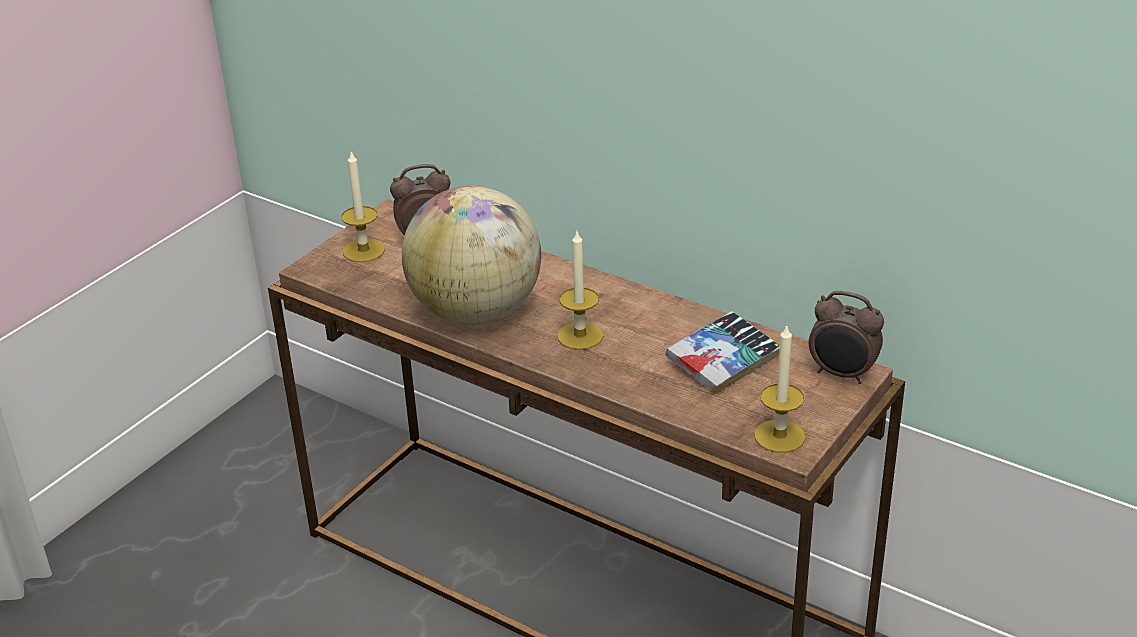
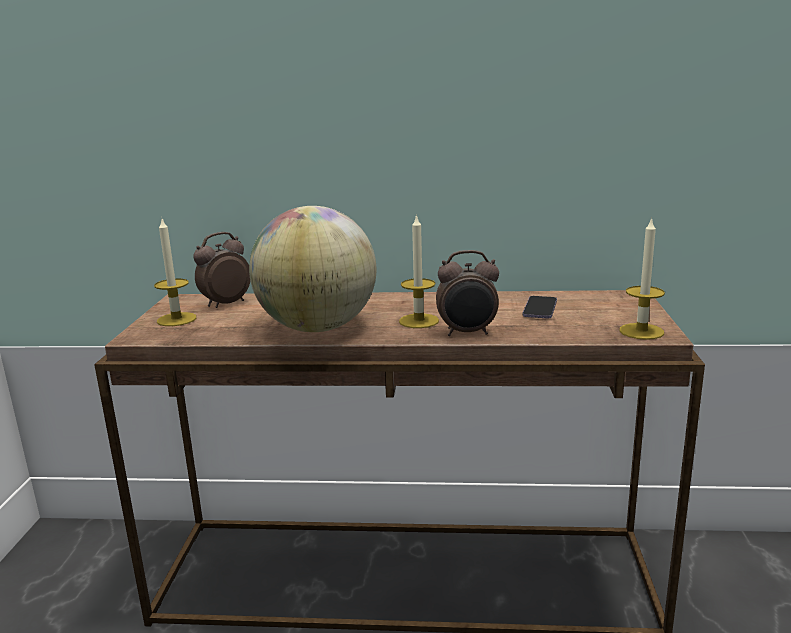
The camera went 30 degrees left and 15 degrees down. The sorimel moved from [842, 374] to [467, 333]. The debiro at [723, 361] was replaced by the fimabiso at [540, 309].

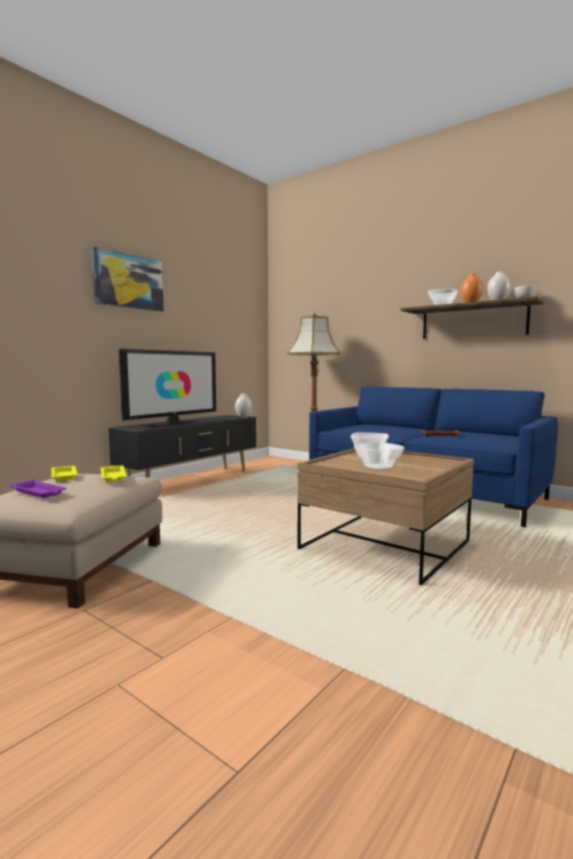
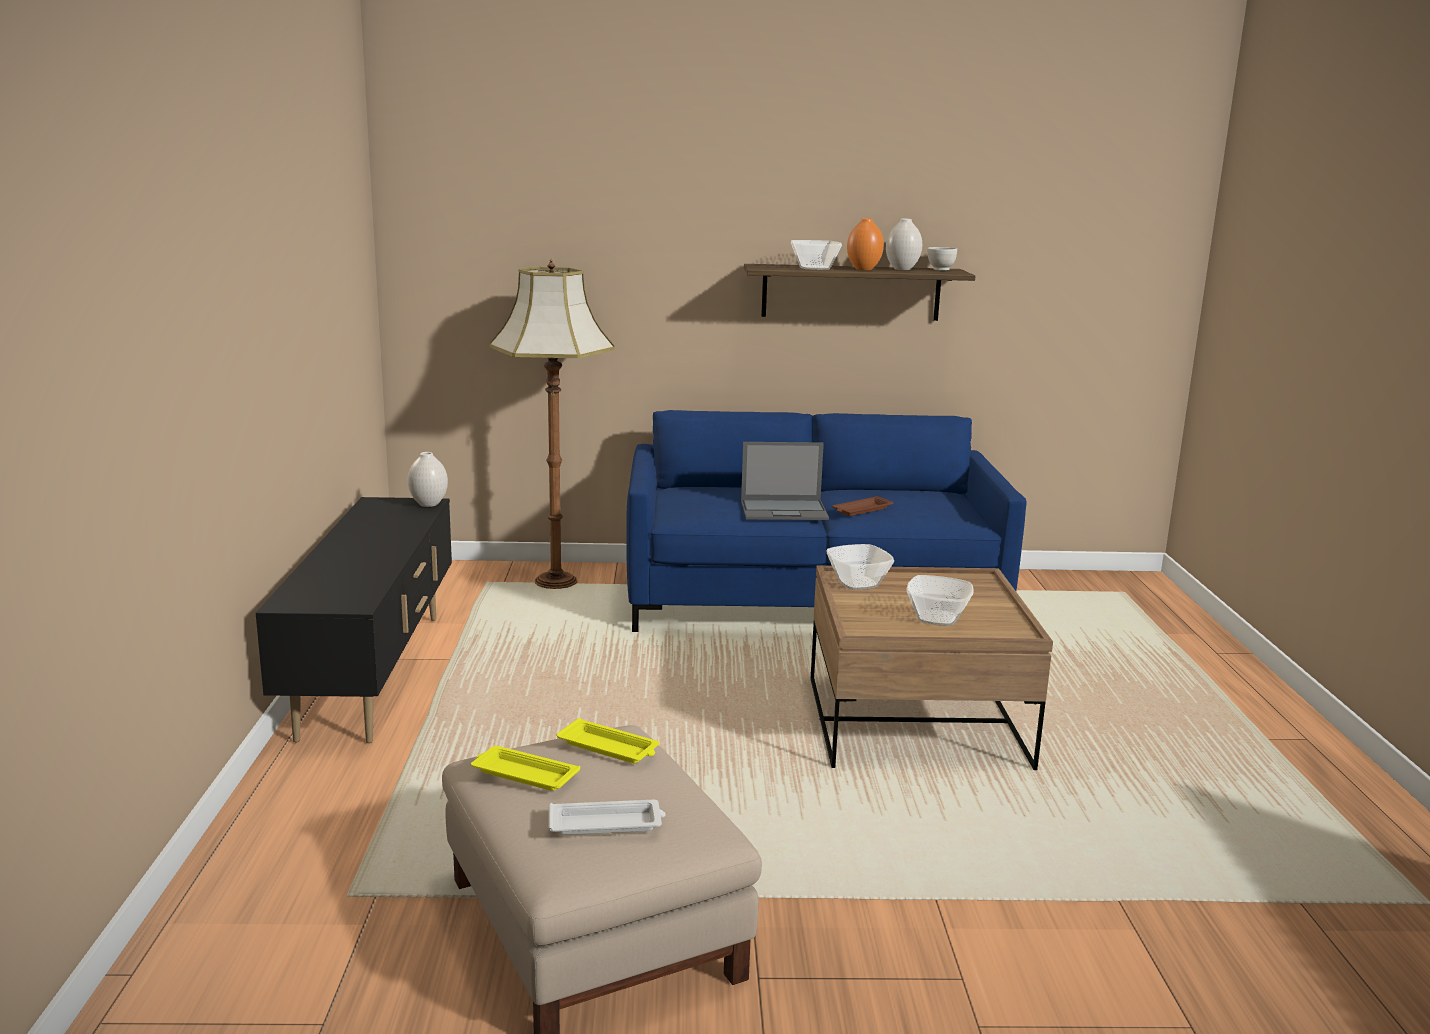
The camera went 40 degrees left and 10 degrees up. The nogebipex at [128, 281] disappeared. The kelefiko at [172, 423] disappeared. The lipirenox at [785, 510] appeared. The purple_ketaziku at [39, 492] became the white_ketaziku at [607, 824].

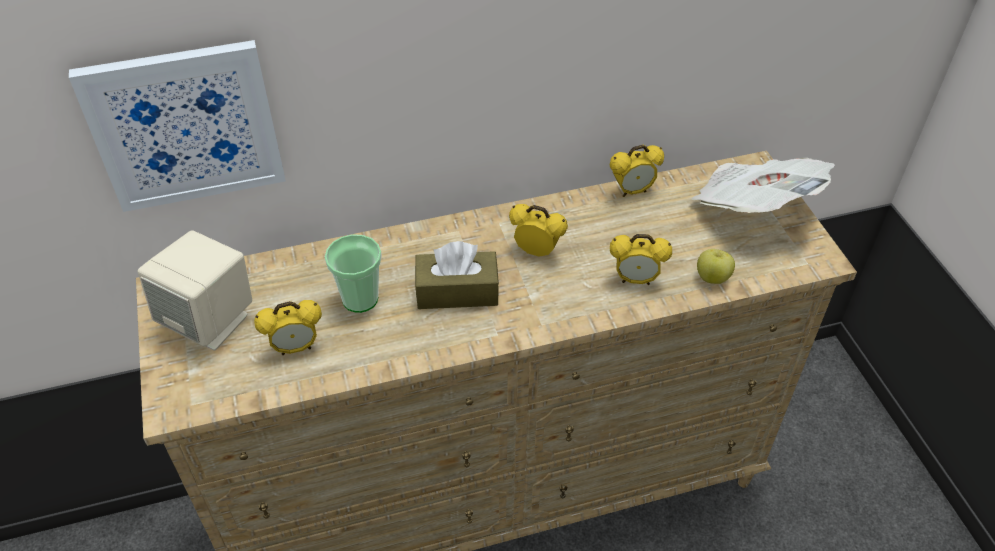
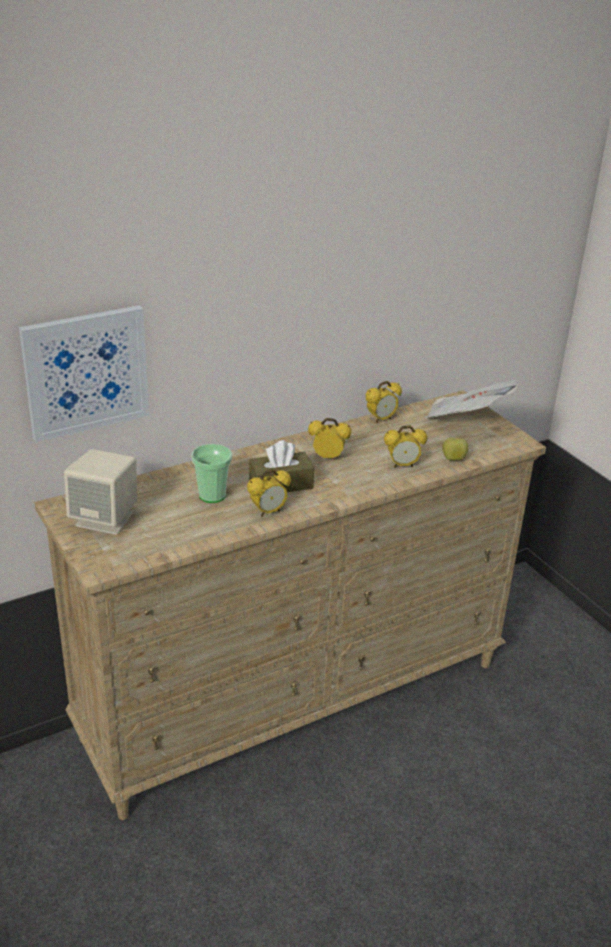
The camera went 15 degrees left and 15 degrees down. The sorimel moved from [295, 348] to [268, 512].

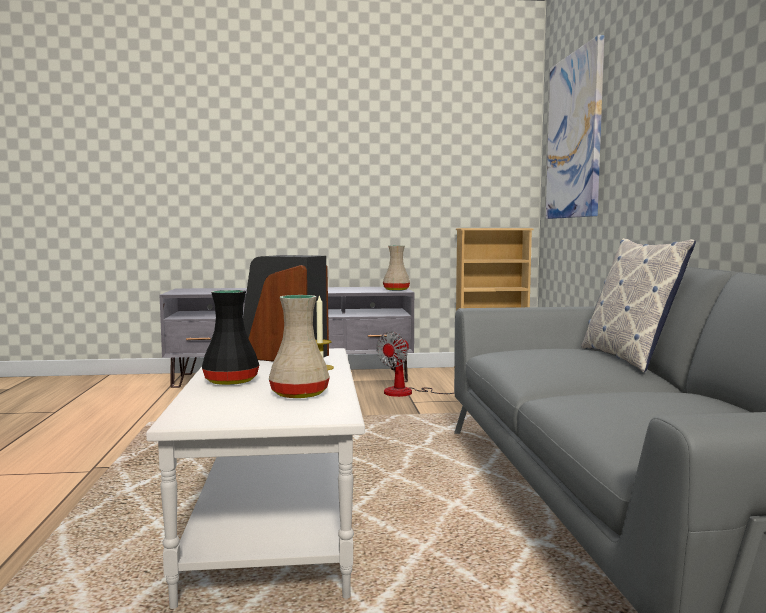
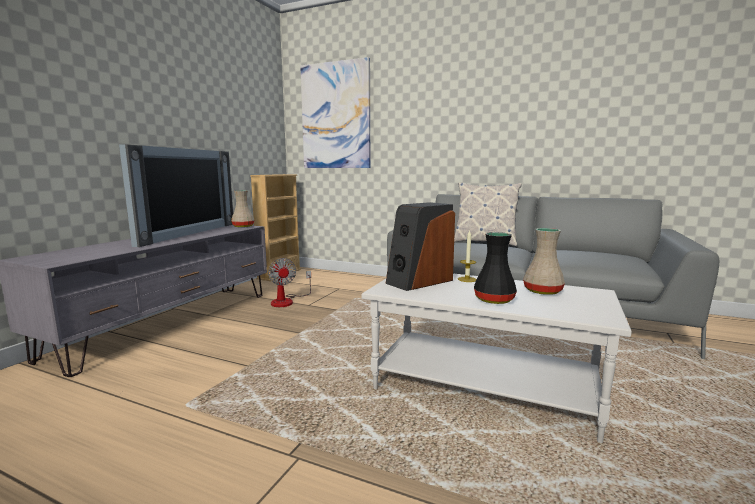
The camera went 60 degrees left and 5 degrees up. The kelefiko at [186, 233] appeared.

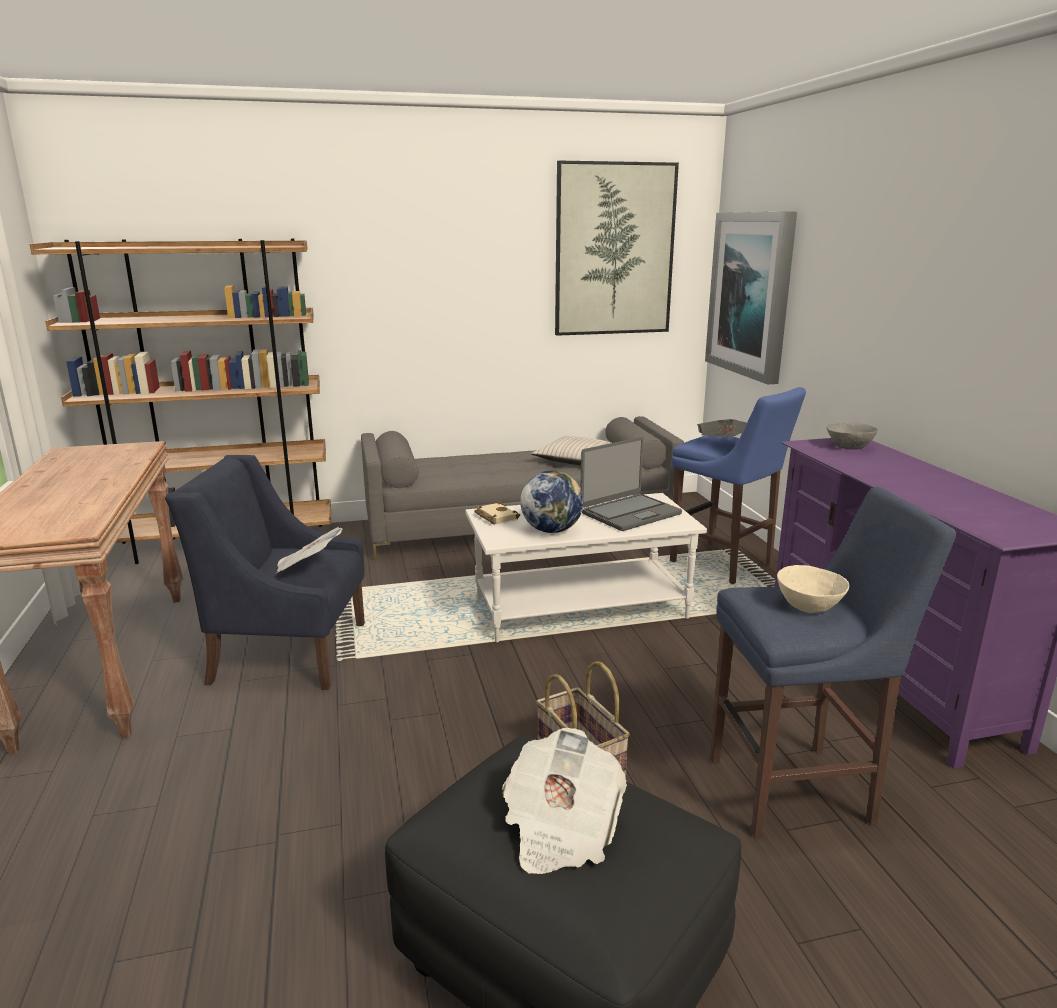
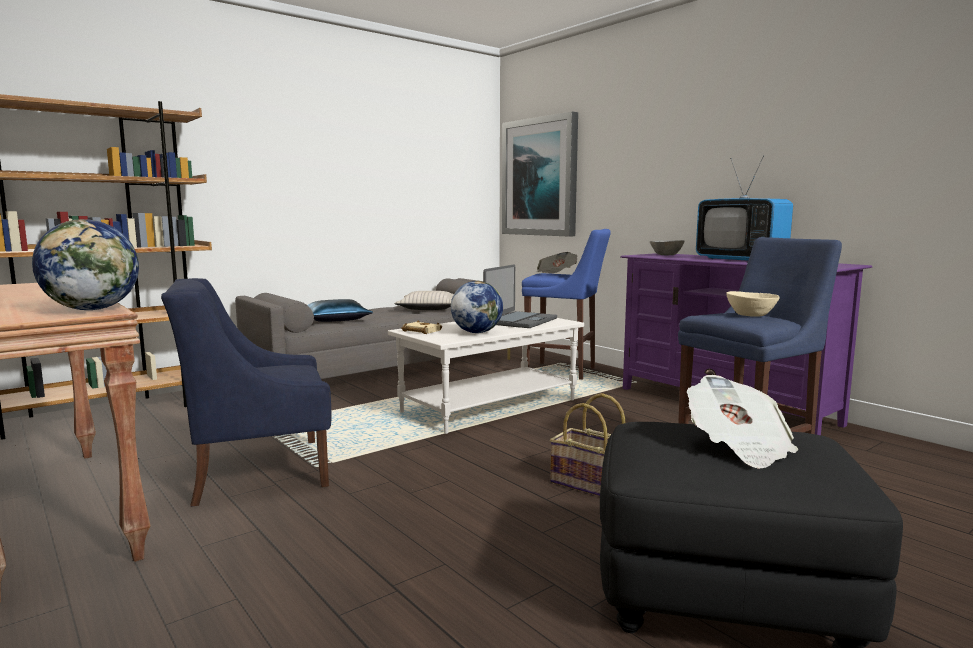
The camera went 25 degrees left and 10 degrees down. The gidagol at [308, 567] disappeared. The nogebipex at [614, 250] disappeared. The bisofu at [93, 309] appeared. The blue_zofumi at [337, 319] appeared. The kelefiko at [740, 260] appeared.

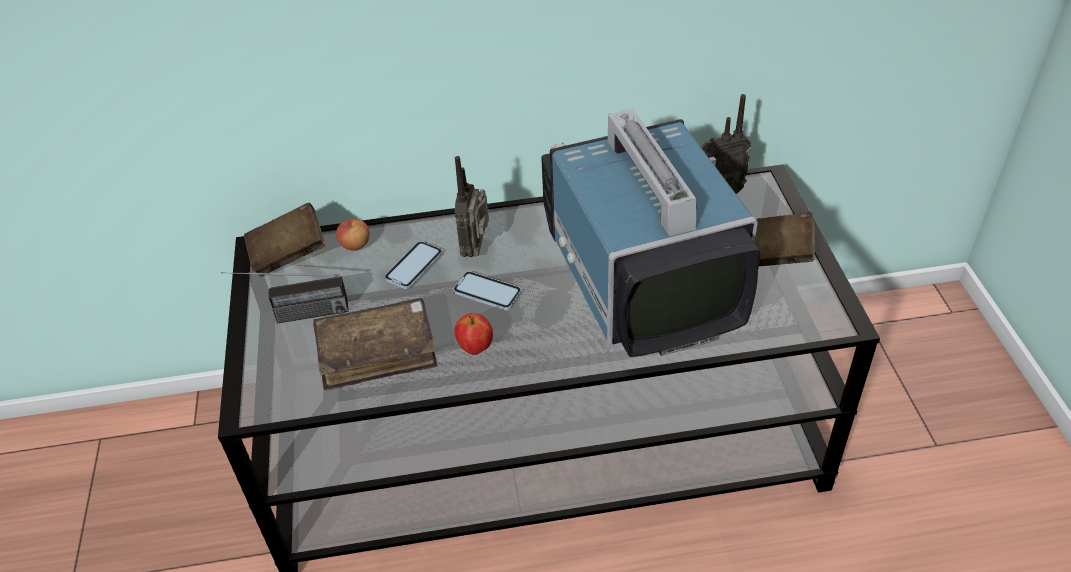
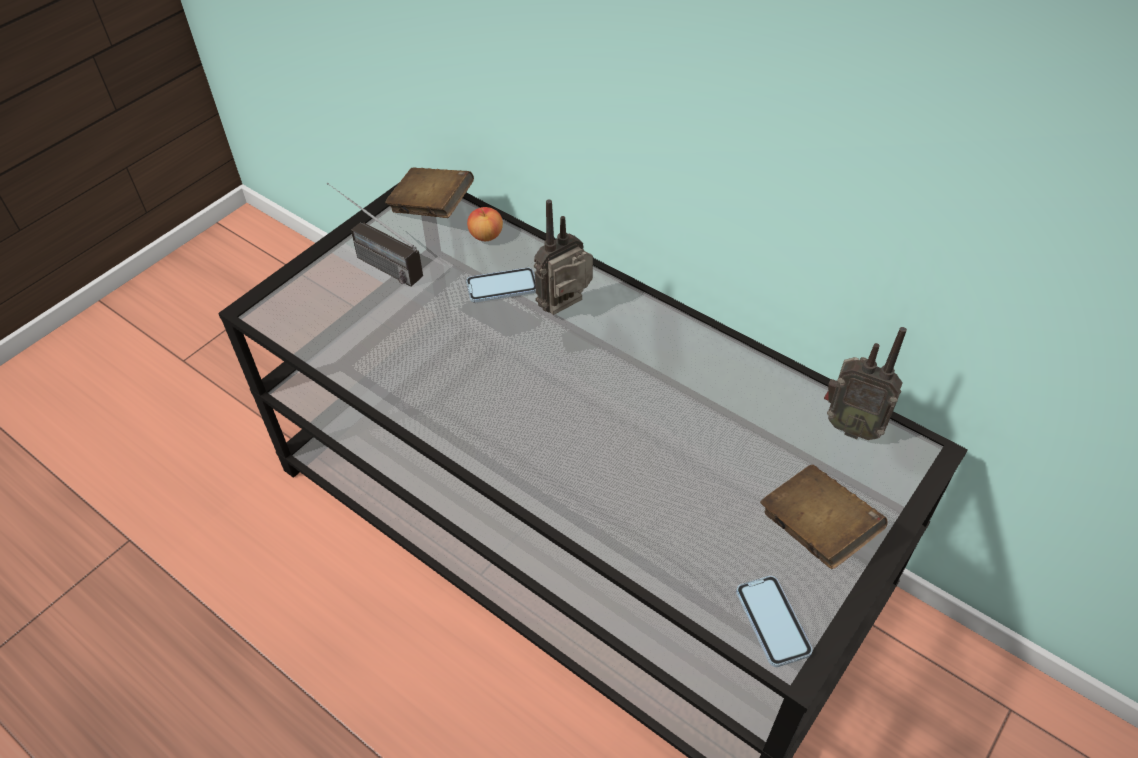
The camera went 45 degrees right and 5 degrees up. The brown_debiro at [377, 352] disappeared. The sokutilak at [475, 348] disappeared. The kelefiko at [638, 272] disappeared. The fimabiso moved from [487, 292] to [772, 622].

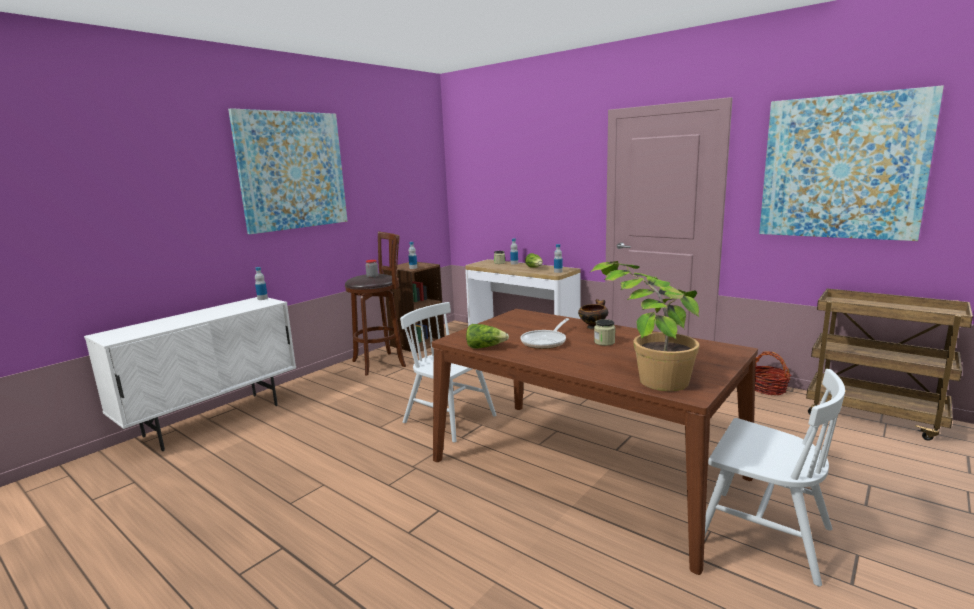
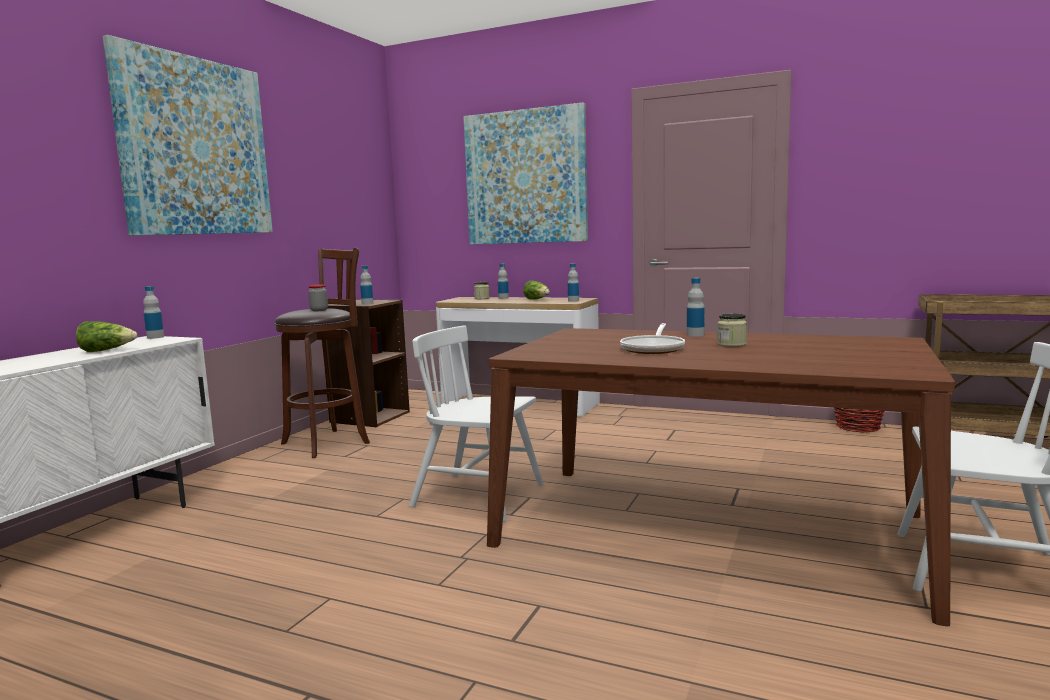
The camera went 15 degrees left and 5 degrees down. The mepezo at [646, 373] disappeared. The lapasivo moved from [485, 347] to [107, 351]. The nogebipex moved from [841, 167] to [525, 177]. The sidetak at [593, 327] was replaced by the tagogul at [695, 335].

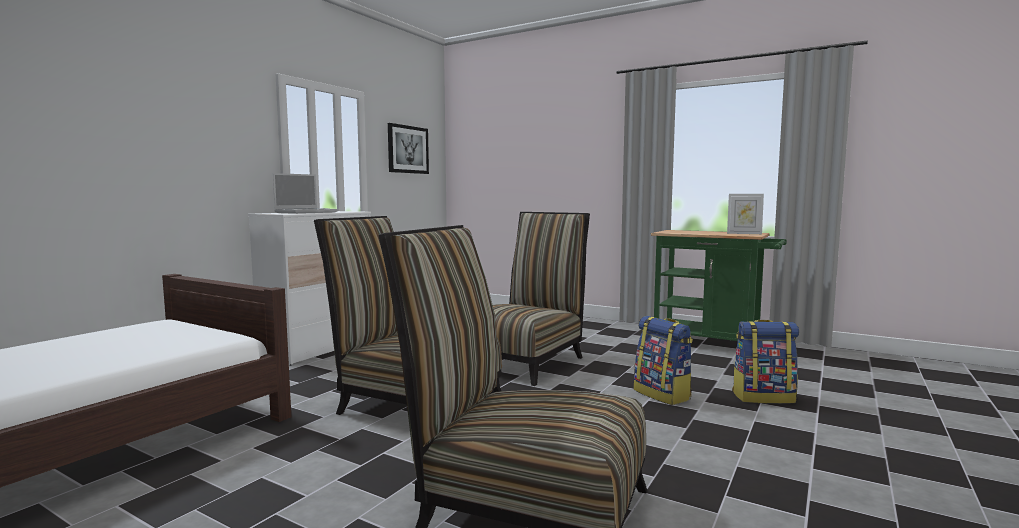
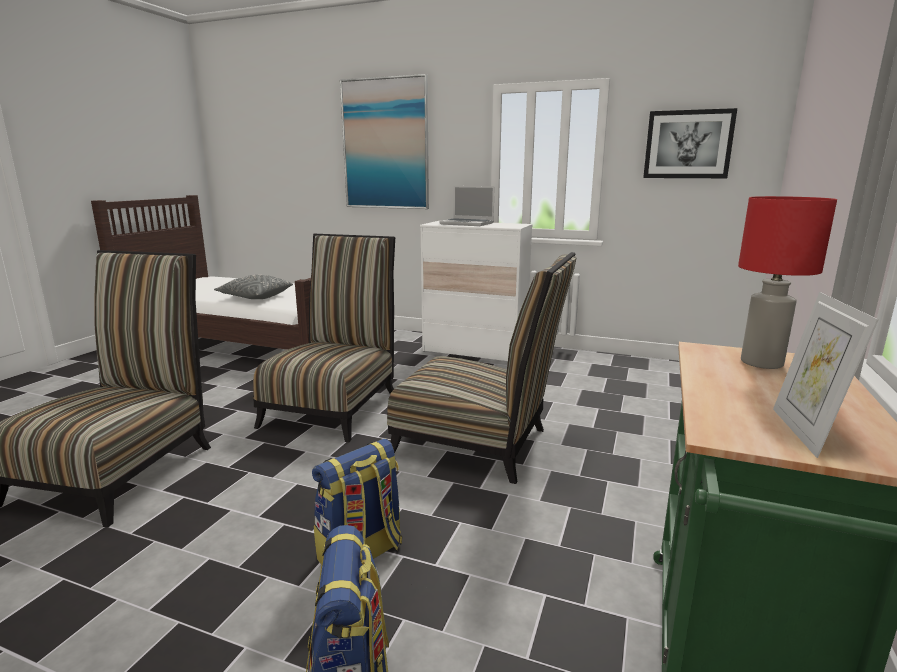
The camera went 80 degrees right and 10 degrees up. The grey_zofumi at [255, 297] appeared. The nogebipex at [385, 144] appeared. The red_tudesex at [760, 362] appeared.

